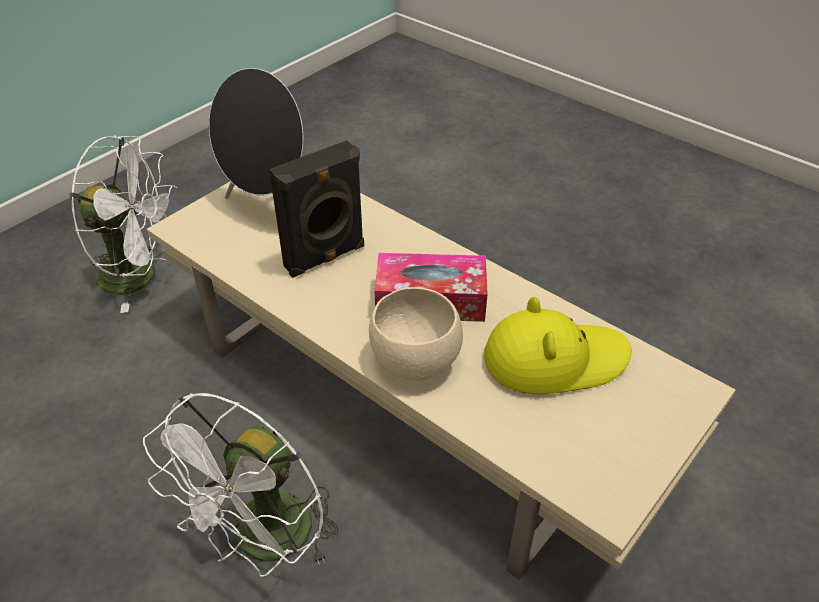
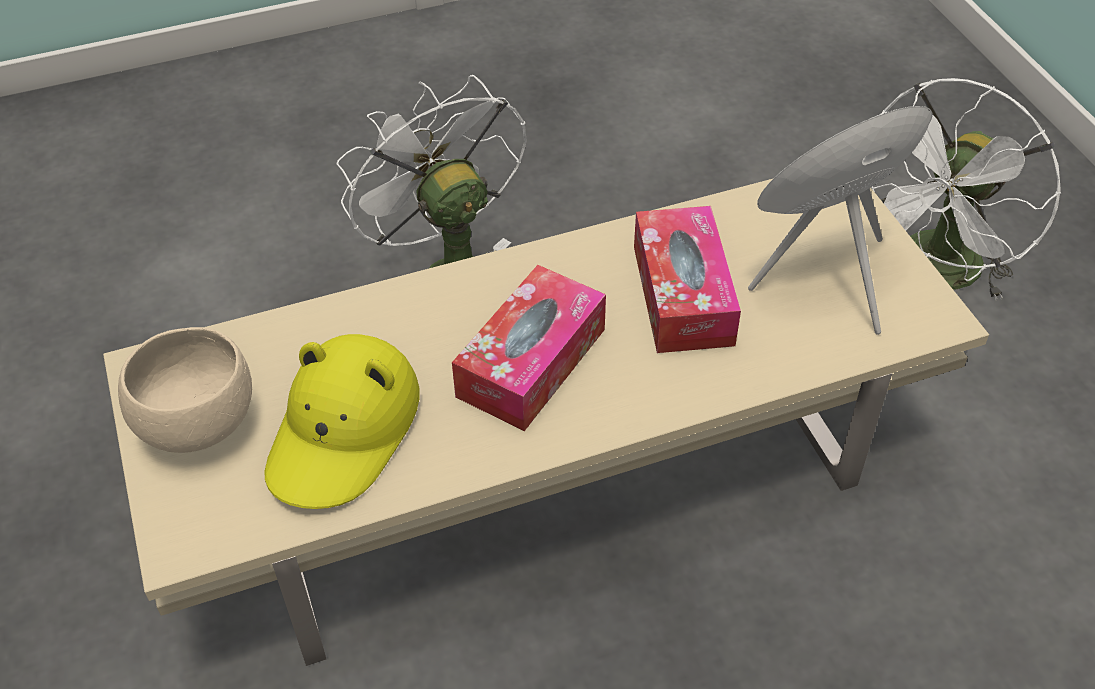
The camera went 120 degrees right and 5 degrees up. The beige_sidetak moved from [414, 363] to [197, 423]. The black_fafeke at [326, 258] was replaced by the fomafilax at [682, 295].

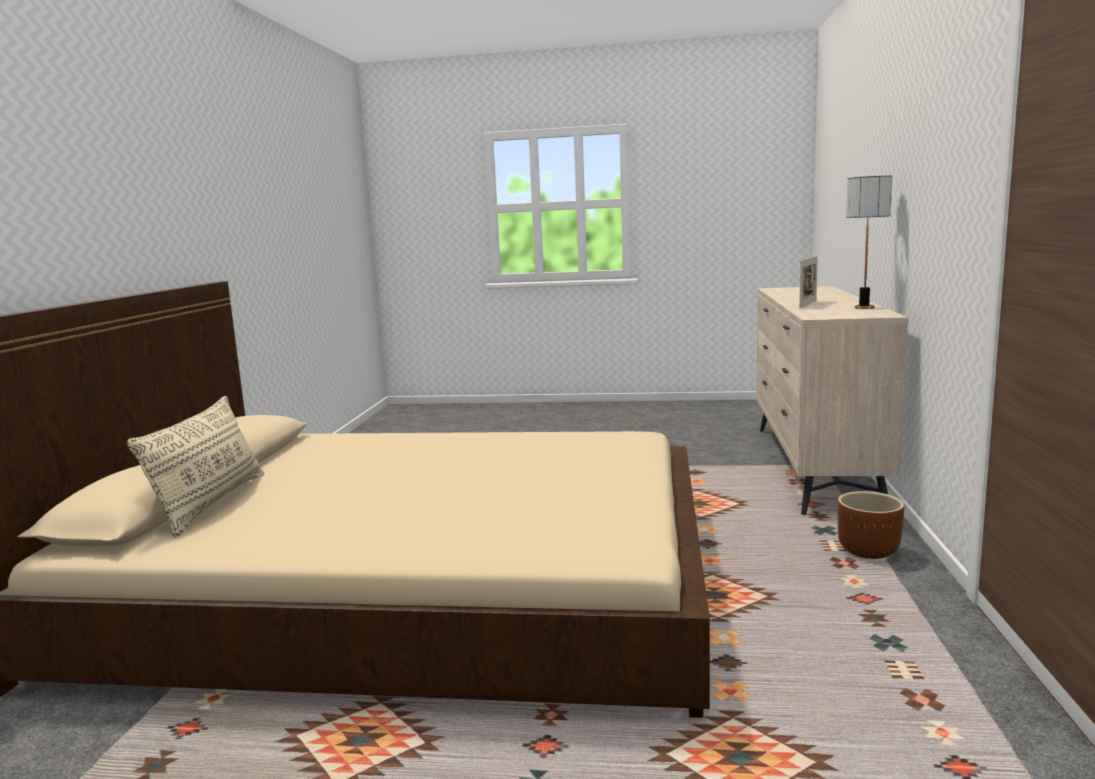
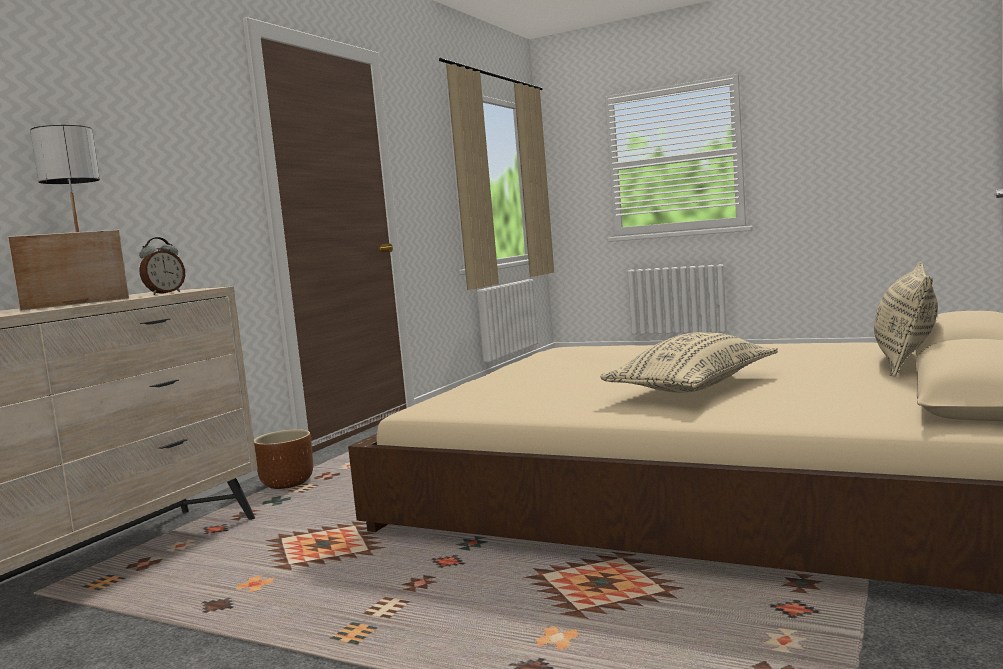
The camera went 160 degrees left and 5 degrees down. The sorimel at [165, 293] appeared. The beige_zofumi at [694, 387] appeared.

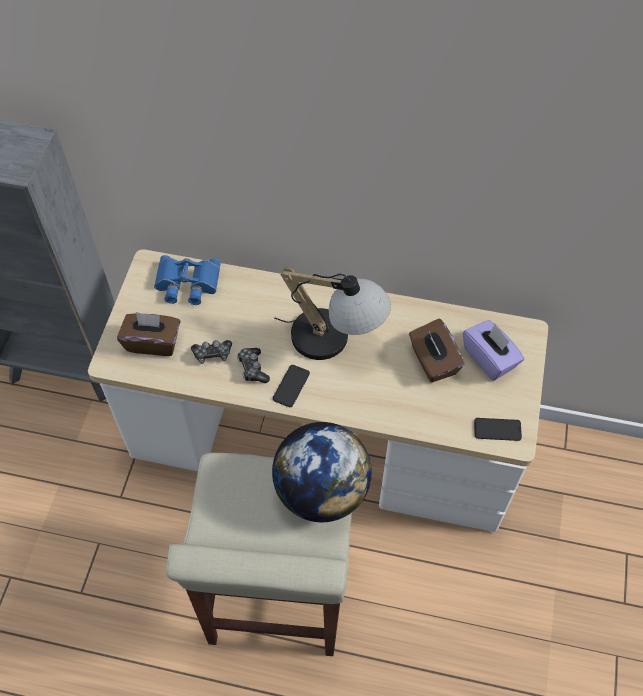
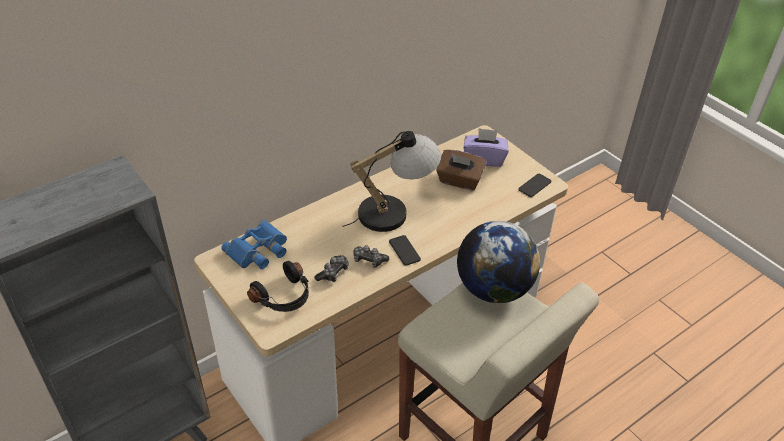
The camera went 50 degrees left and 15 degrees down. The brown_fomafilax at [153, 342] was replaced by the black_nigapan at [284, 297].

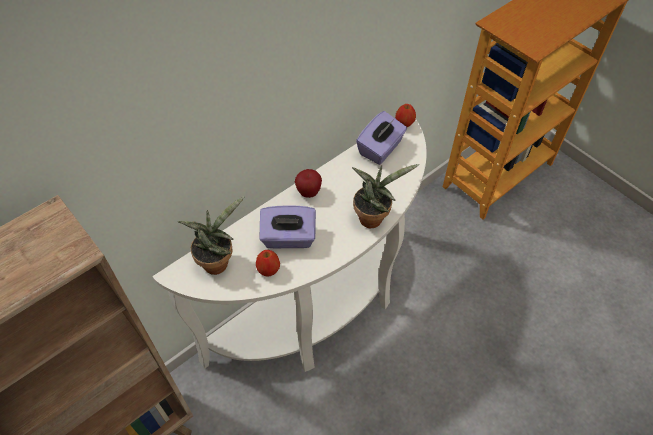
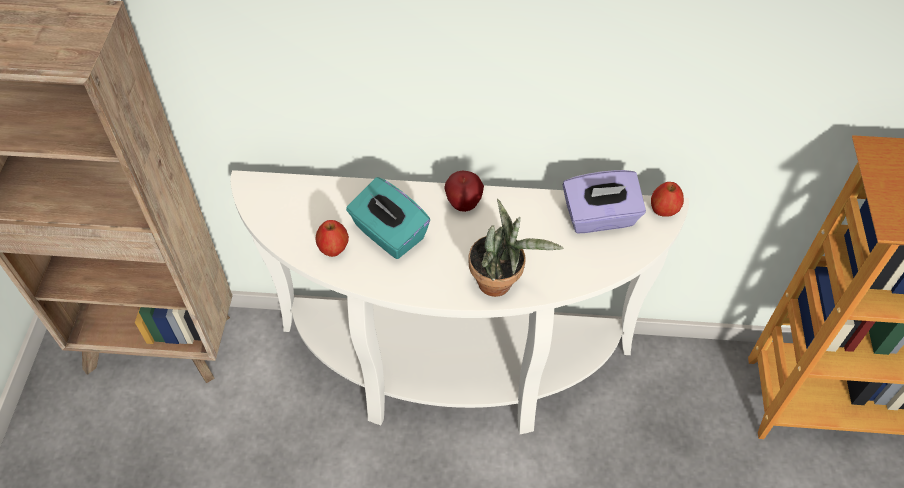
The camera went 45 degrees right and 0 degrees up. The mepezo at [217, 261] disappeared. The purple_fomafilax at [288, 238] became the turquoise_fomafilax at [389, 234].

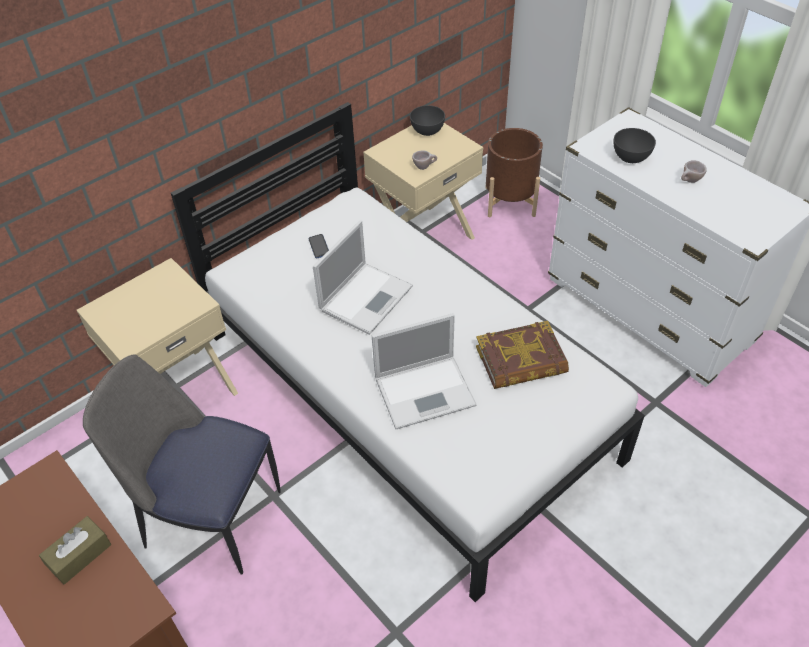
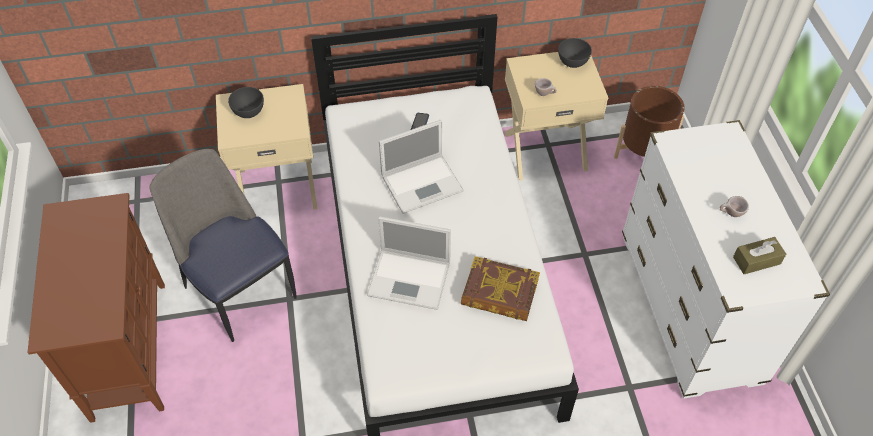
The camera went 30 degrees right and 5 degrees up. The brown_fomafilax moved from [79, 555] to [756, 260]. The grey_sidetak moved from [631, 158] to [249, 112].

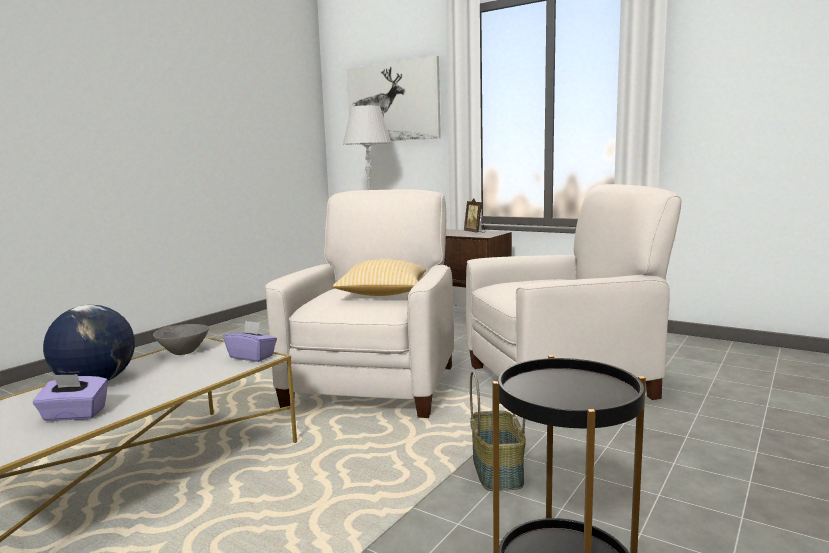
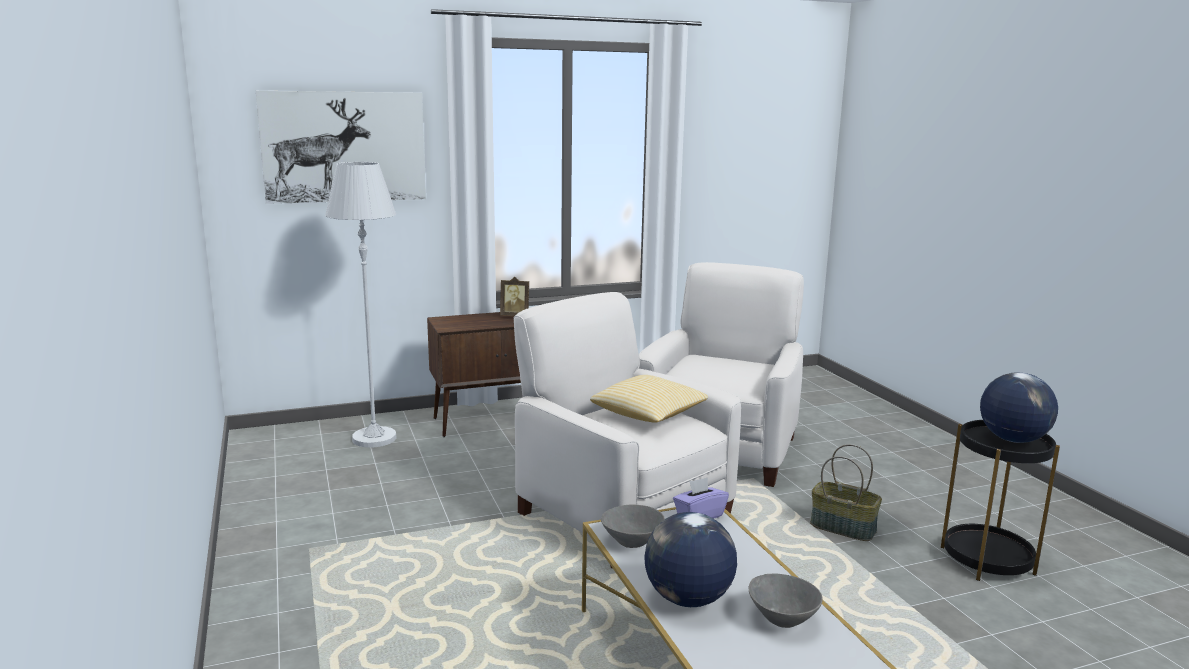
The camera went 55 degrees left and 5 degrees up. The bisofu at [1012, 439] appeared. The purple_fomafilax at [74, 415] was replaced by the grey_sidetak at [782, 618].

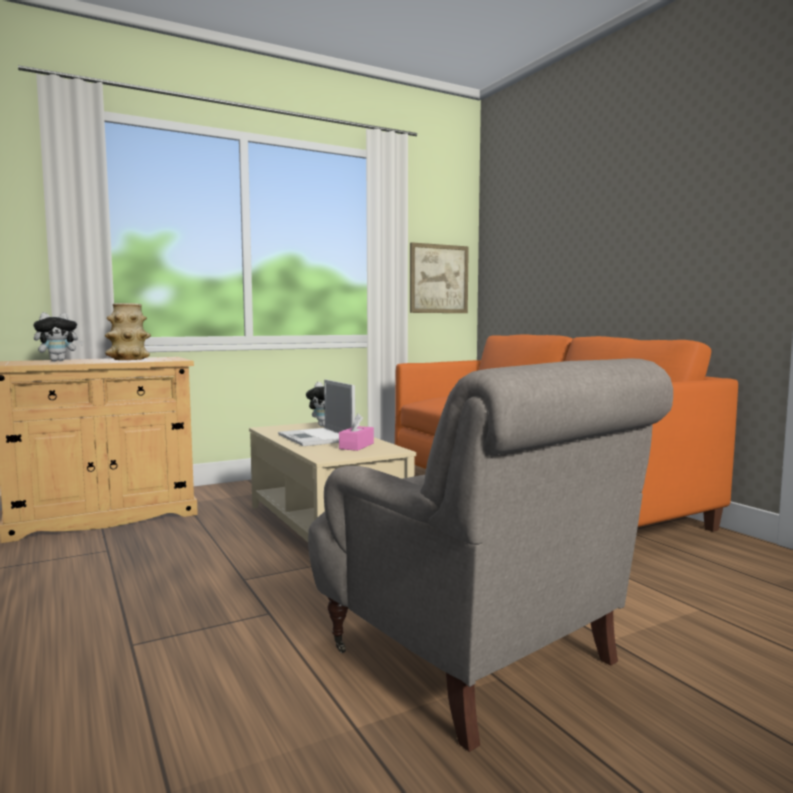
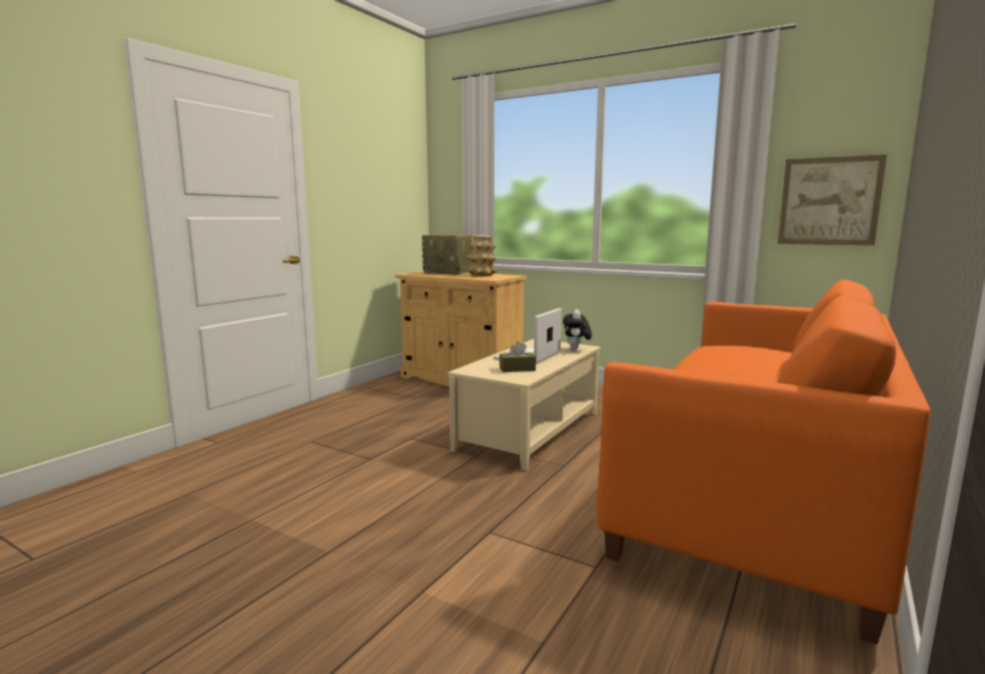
The camera went 60 degrees right and 5 degrees up. The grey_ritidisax at [476, 658] disappeared. The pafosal at [58, 360] was replaced by the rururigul at [448, 273]. The pink_fomafilax at [356, 446] became the brown_fomafilax at [517, 369].

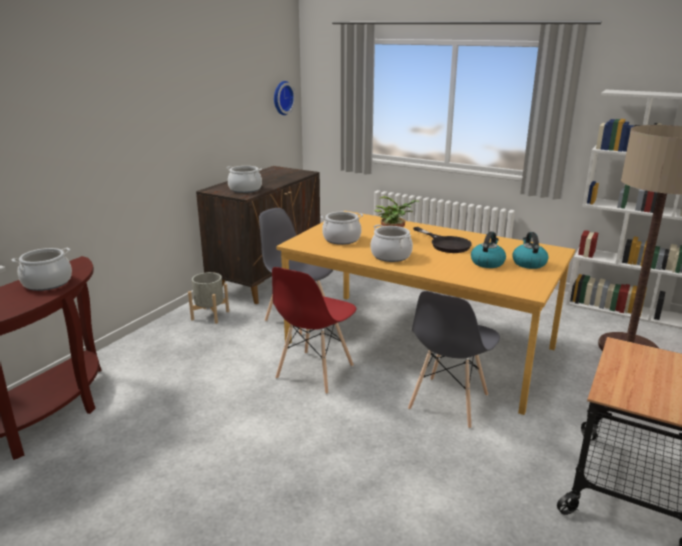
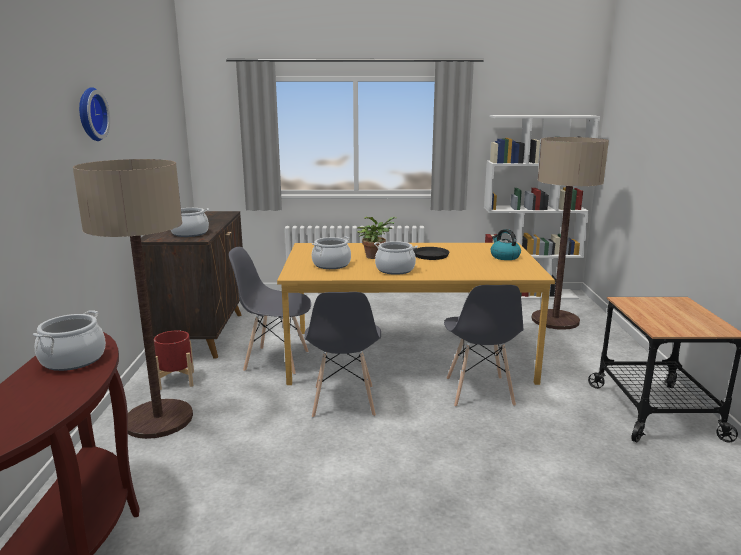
The camera went 30 degrees left and 5 degrees down. The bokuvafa at [487, 262] disappeared. The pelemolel at [158, 419] appeared. The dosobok moved from [281, 98] to [90, 114]. The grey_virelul at [210, 315] became the red_virelul at [176, 380]. The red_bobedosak at [314, 372] became the grey_bobedosak at [343, 402].

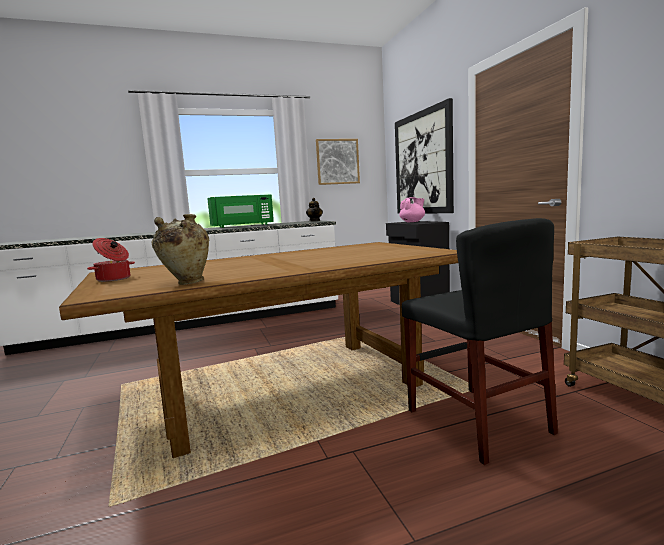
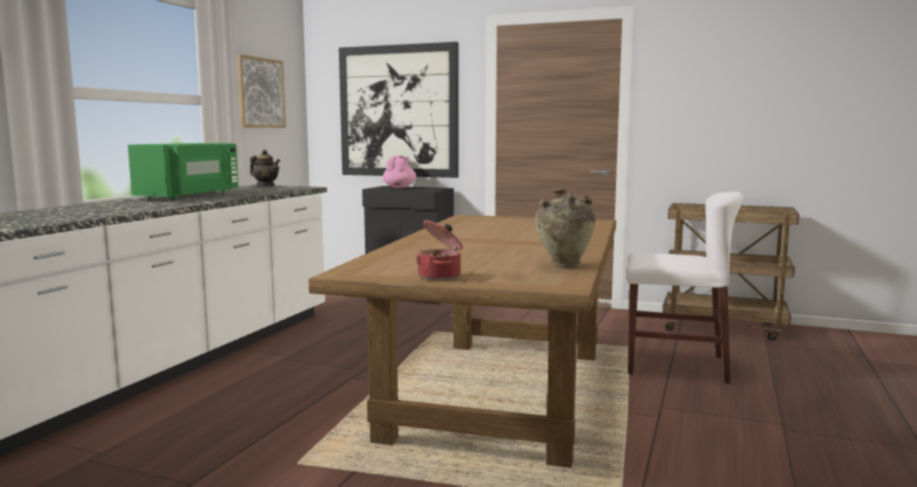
The camera went 50 degrees left and 0 degrees up. The black_bobedosak at [477, 421] became the white_bobedosak at [675, 365].

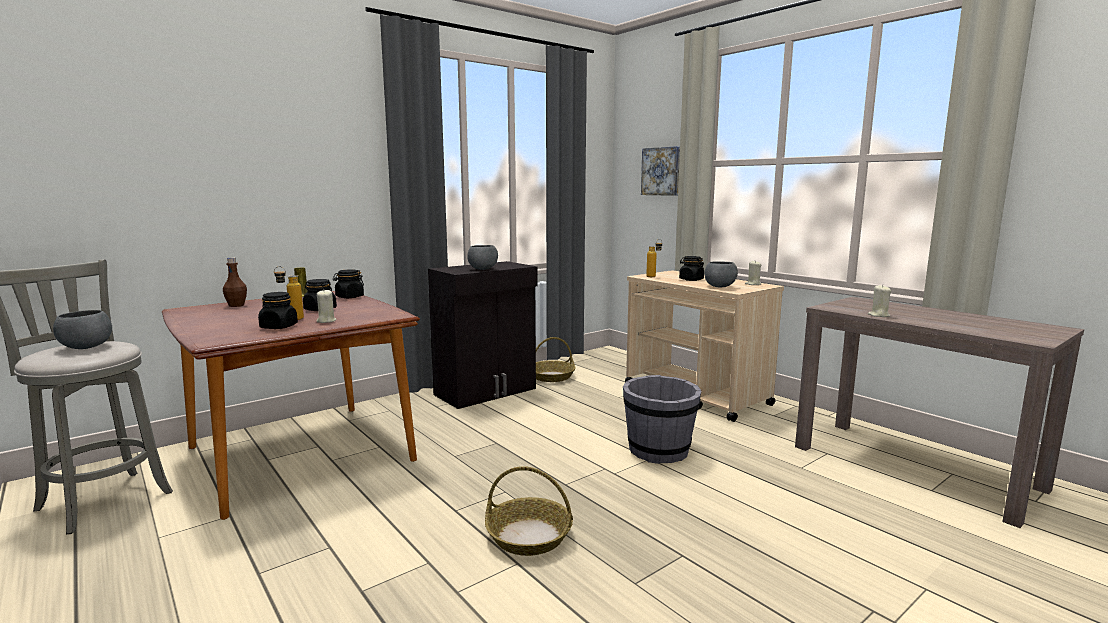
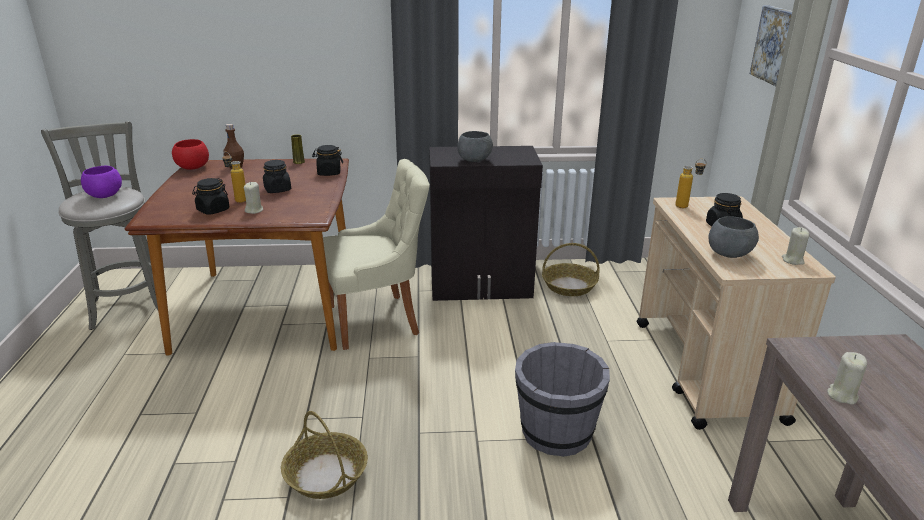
The camera went 35 degrees right and 15 degrees up. The red_sidetak at [192, 168] appeared. The beige_bobedosak at [377, 320] appeared. The grey_sidetak at [87, 347] became the purple_sidetak at [105, 196].

